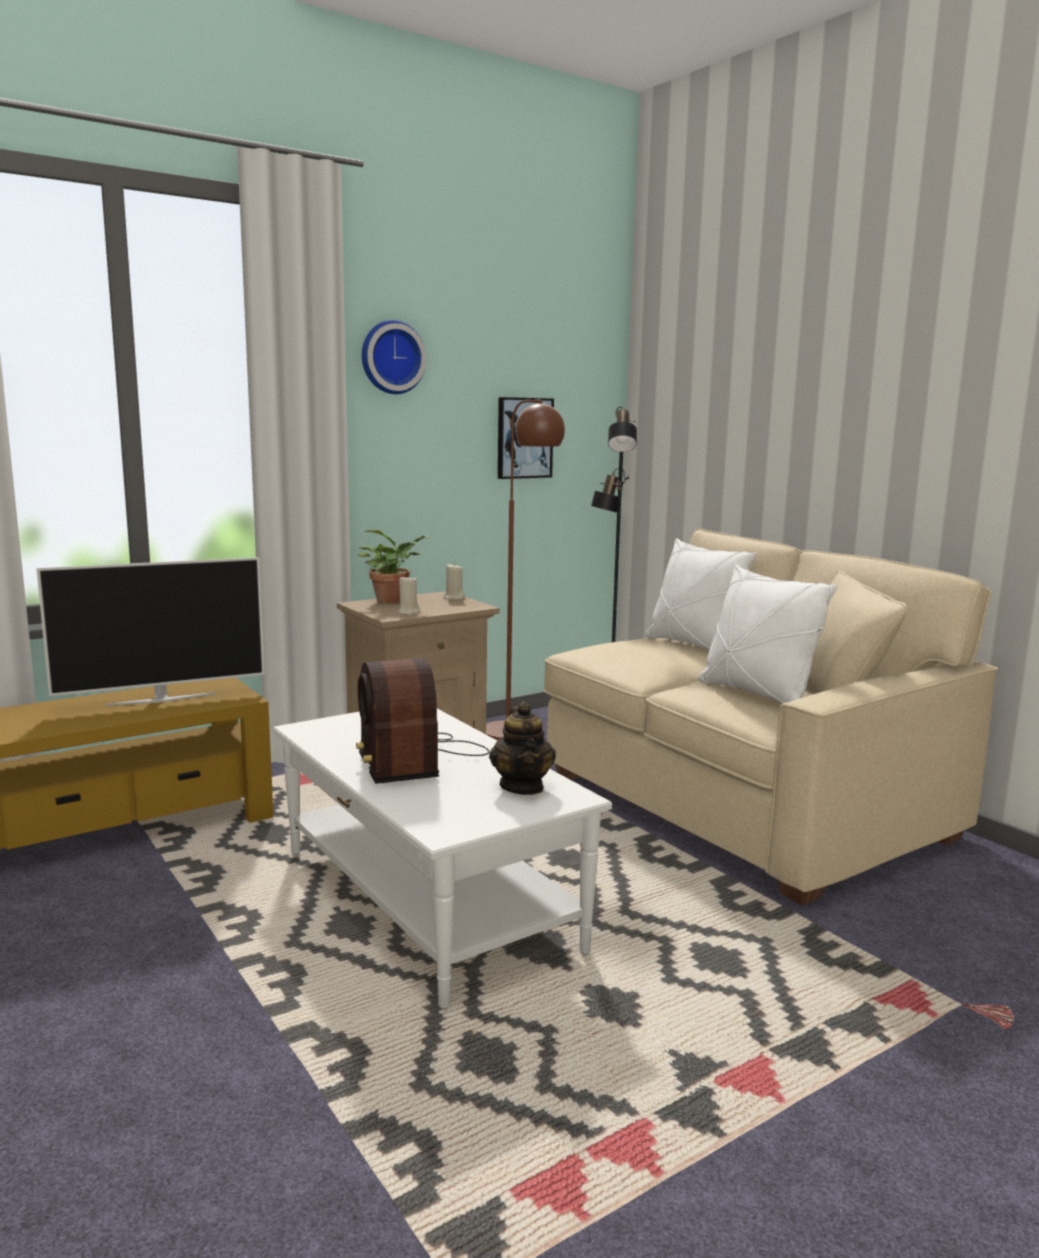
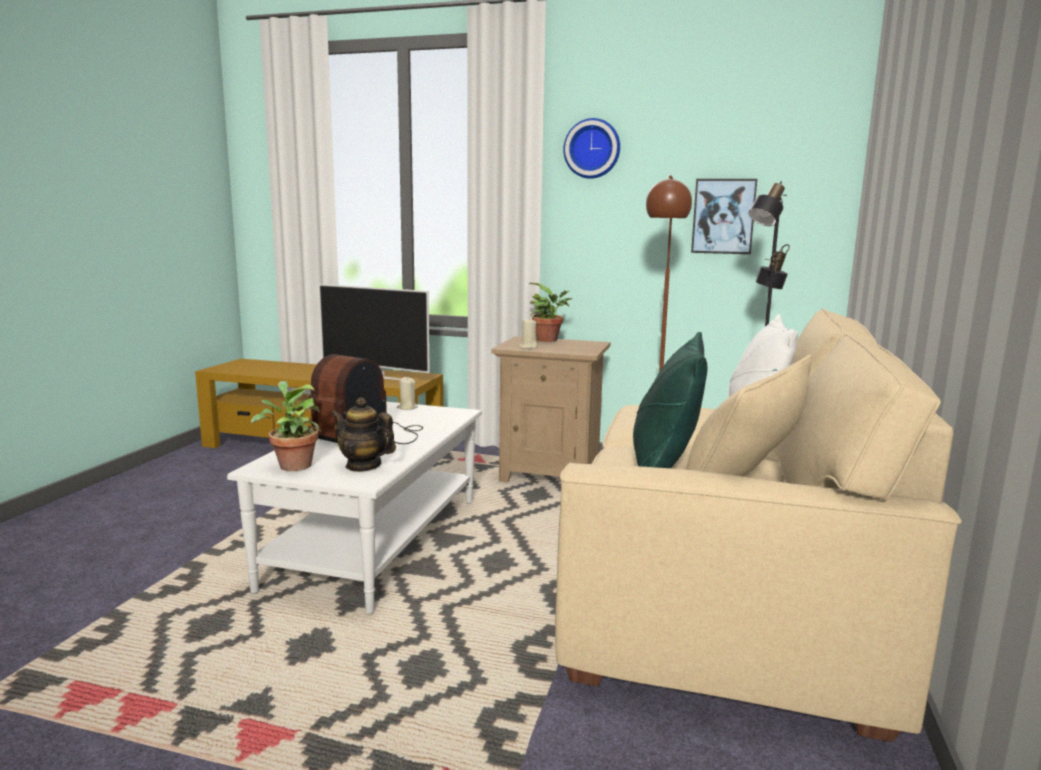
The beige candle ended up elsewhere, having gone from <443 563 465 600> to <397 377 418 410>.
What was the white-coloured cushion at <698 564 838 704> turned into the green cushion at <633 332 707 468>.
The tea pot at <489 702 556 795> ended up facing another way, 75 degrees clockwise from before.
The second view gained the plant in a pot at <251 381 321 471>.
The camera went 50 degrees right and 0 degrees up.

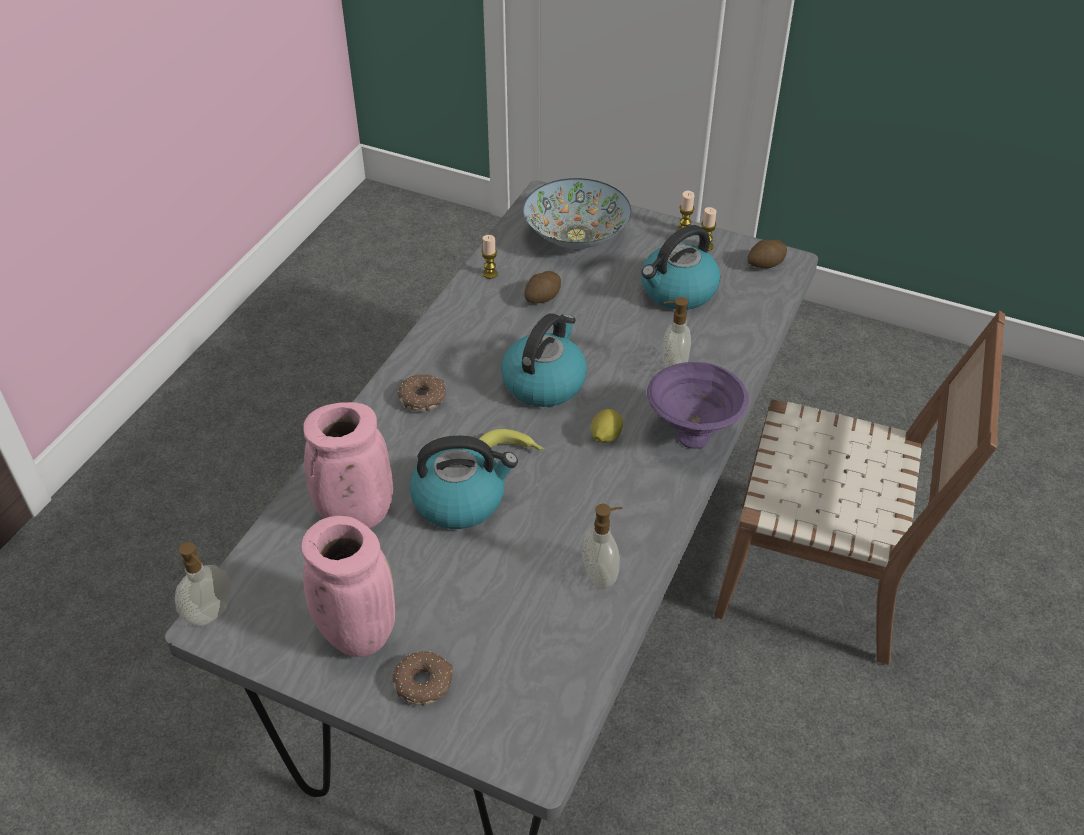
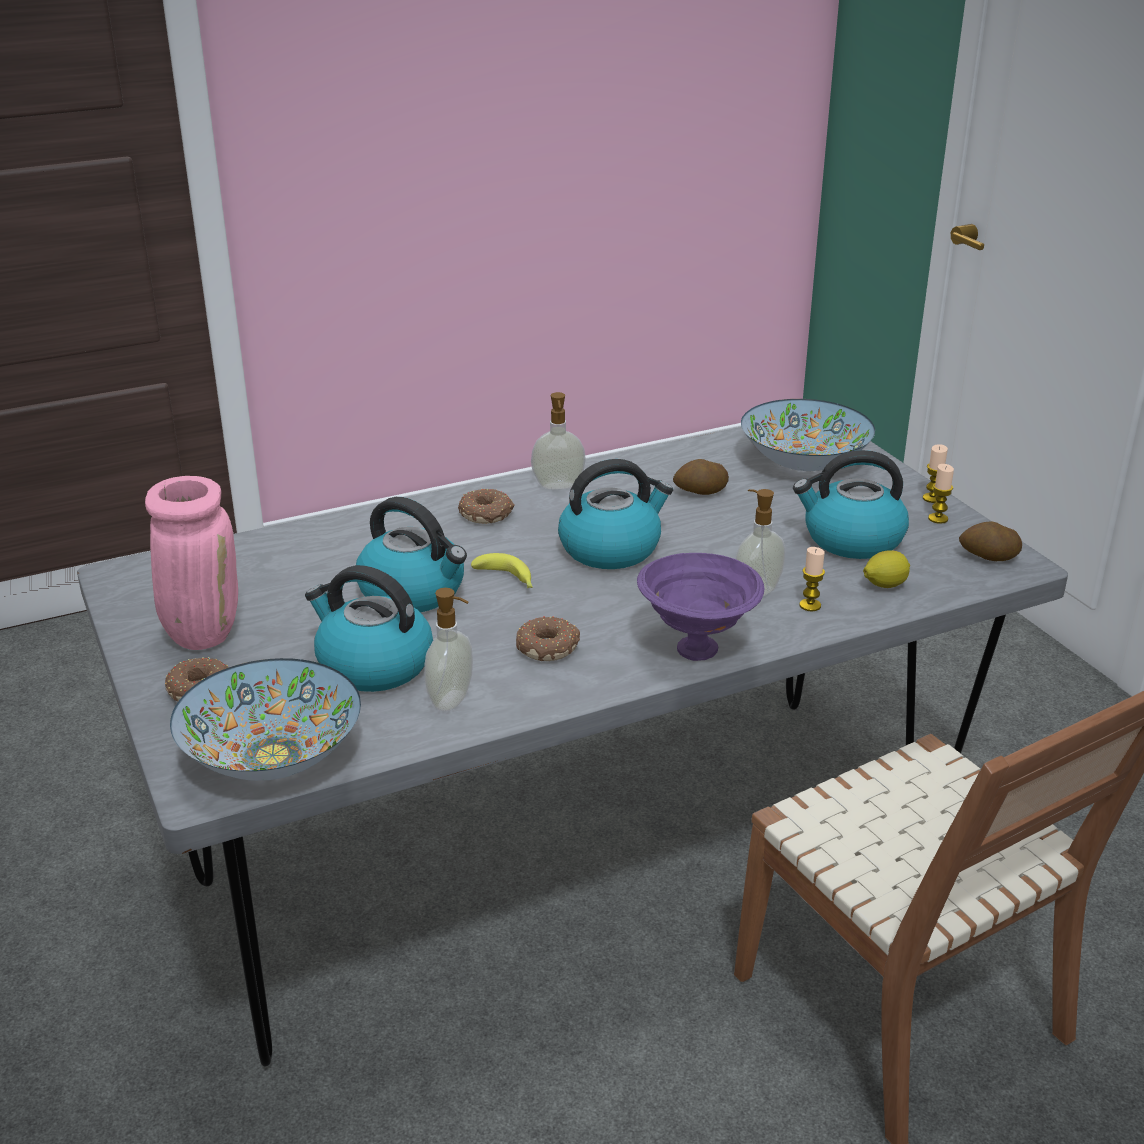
The candle ended up elsewhere, having gone from <481 235 498 279> to <799 547 825 611>.
The second view lost the pink flower vase at <303 402 393 528>.
The whole lemon ended up elsewhere, having gone from <590 409 623 443> to <863 550 910 588>.
The soap bottle ended up elsewhere, having gone from <175 542 231 626> to <531 392 586 489>.
The second view gained the kettle at <305 565 433 692>.
The second view gained the doughnut at <516 616 580 661>.
The second view gained the bowl at <170 658 361 781>.
The camera went 40 degrees right and 15 degrees down.

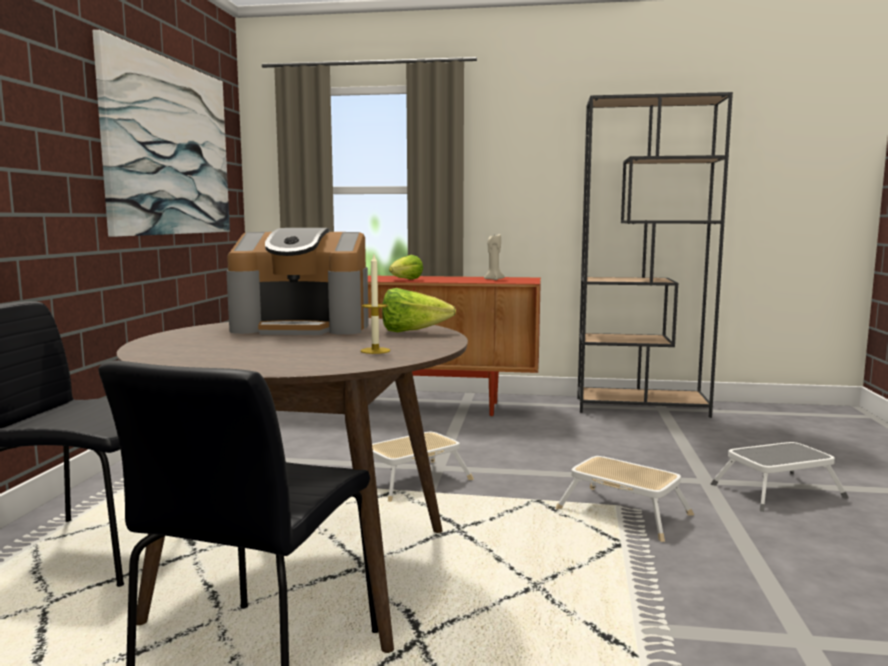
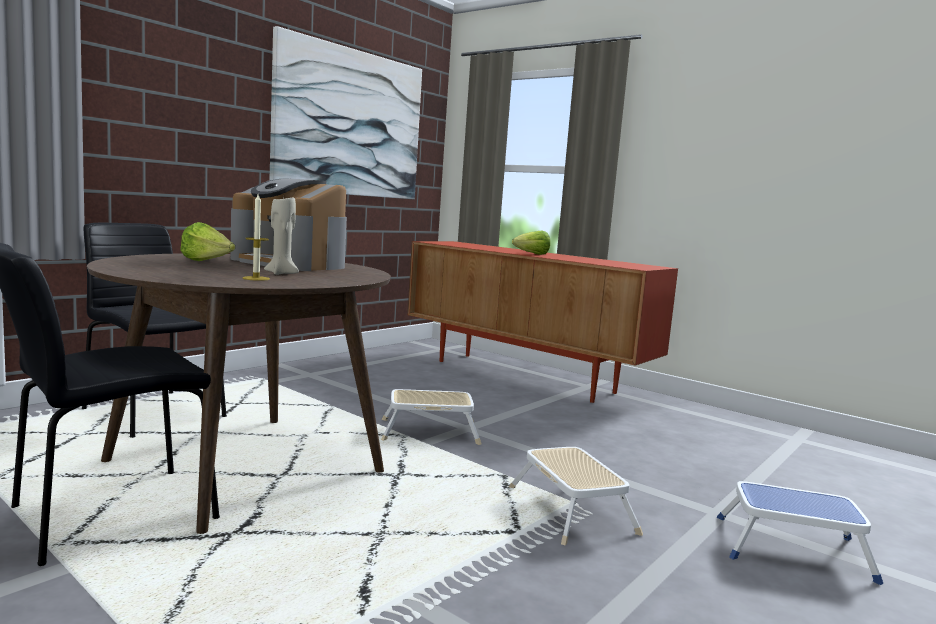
The second view lost the bookcase at <577 92 733 418>.
The beige candle ended up elsewhere, having gone from <484 234 504 280> to <264 196 299 275>.
The lettuce head ended up elsewhere, having gone from <382 288 456 332> to <180 222 235 261>.
What was the gray stepladder at <710 442 849 512> turned into the blue stepladder at <717 481 883 585>.
The camera went 30 degrees right and 0 degrees up.

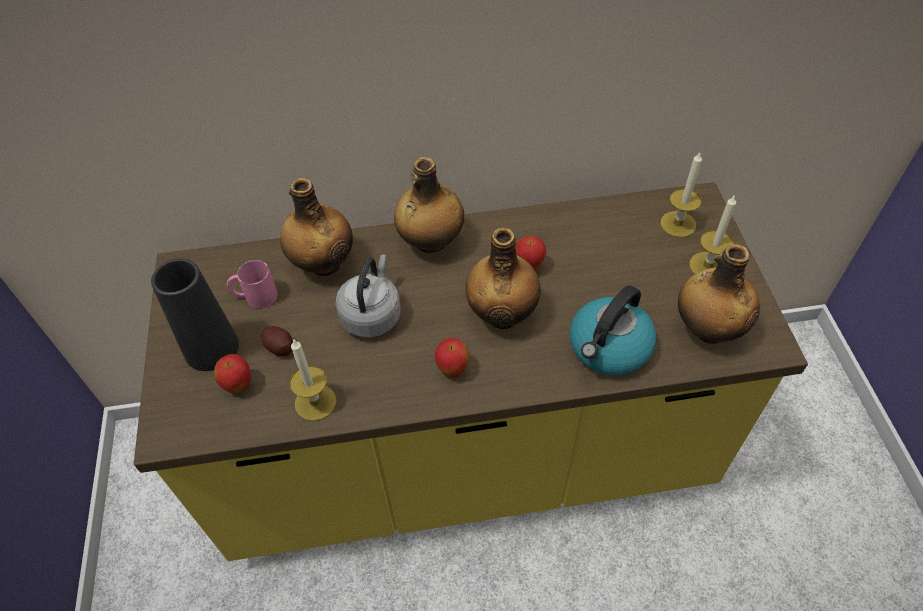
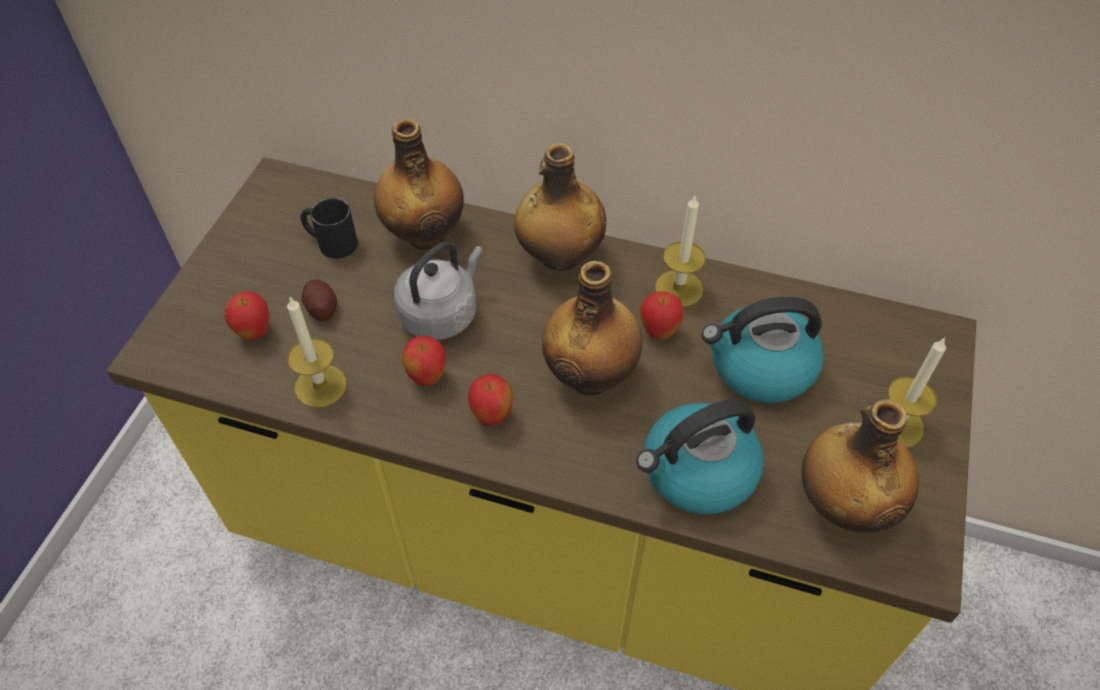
The candle ended up elsewhere, having gone from <660 153 702 238> to <655 195 706 307>.
The second view lost the black-coloured flower vase at <151 259 239 371>.
What was the pink coffee mug at <227 260 277 308> turned into the black-coloured coffee mug at <301 198 358 259>.
The second view gained the kettle at <701 297 824 403>.
The second view gained the apple fruit at <402 336 446 386>.
The camera went 25 degrees right and 0 degrees up.

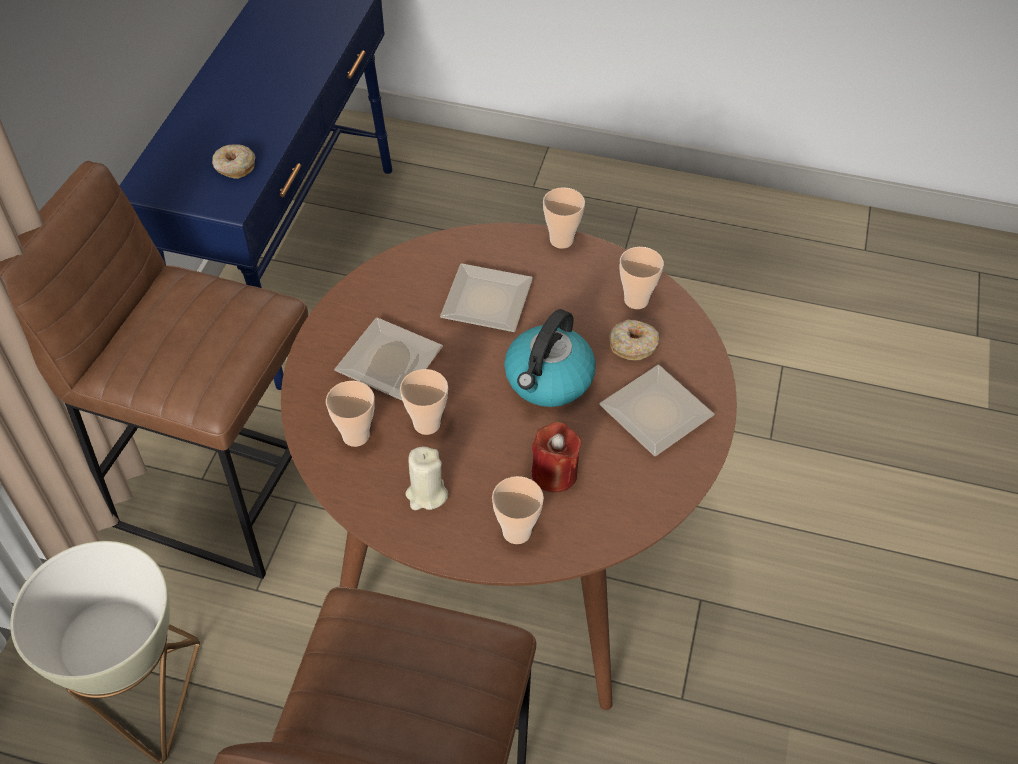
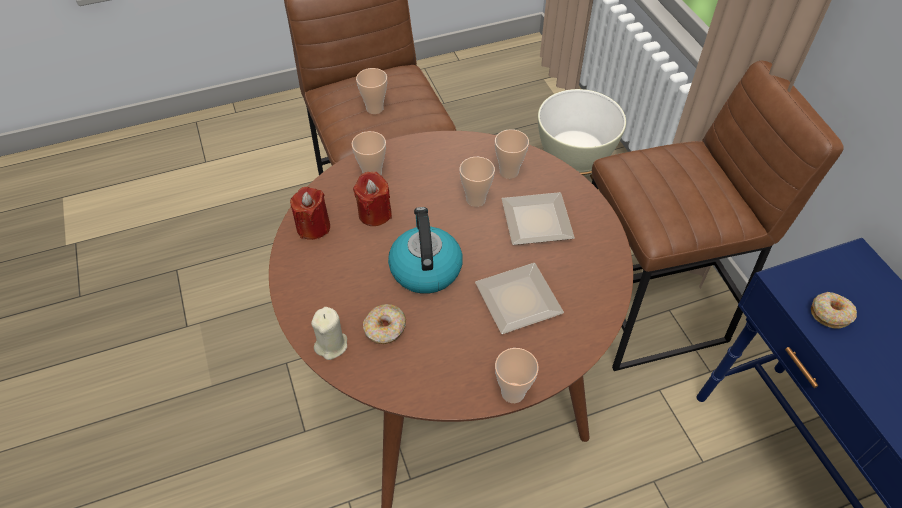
The cup ended up elsewhere, having gone from <620 247 664 309> to <356 68 387 114>.
The second view lost the dinner plate at <599 365 714 456>.
The beige candle ended up elsewhere, having gone from <406 447 448 510> to <311 307 347 360>.
The second view gained the reddish candle at <290 187 330 240>.
The camera went 145 degrees right and 0 degrees up.

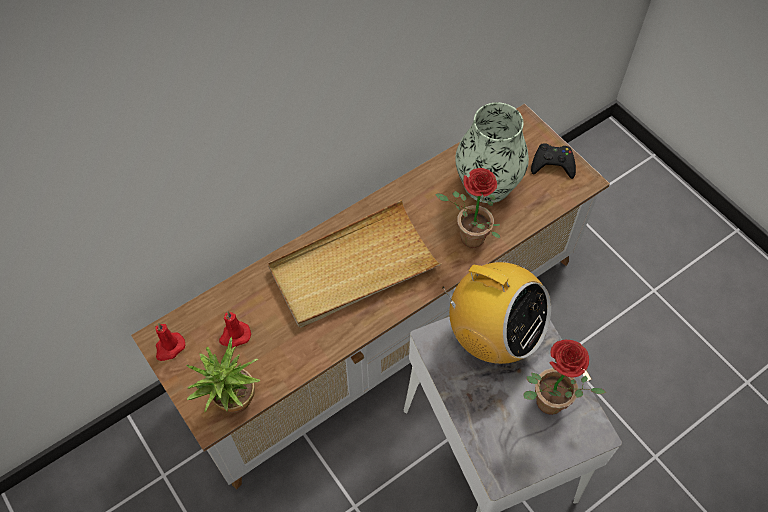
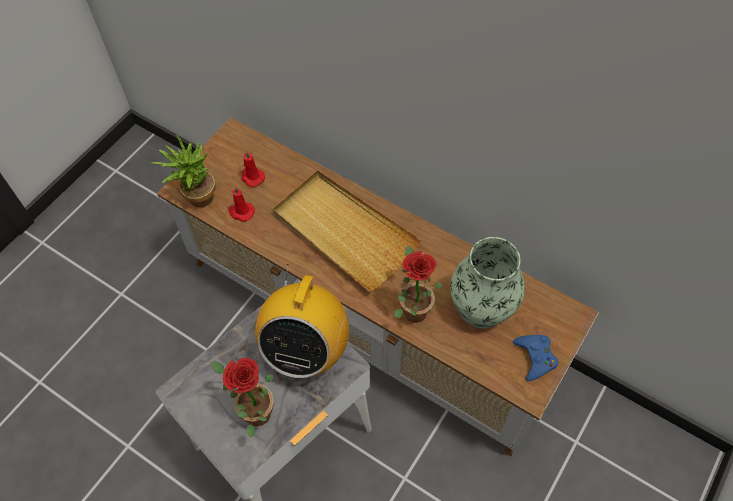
What was the black-coloured game controller at <531 143 576 179> turned into the blue game controller at <513 335 558 381>.
The reddish candle ended up elsewhere, having gone from <156 323 185 361> to <228 187 255 222>.
The camera went 70 degrees right and 0 degrees up.

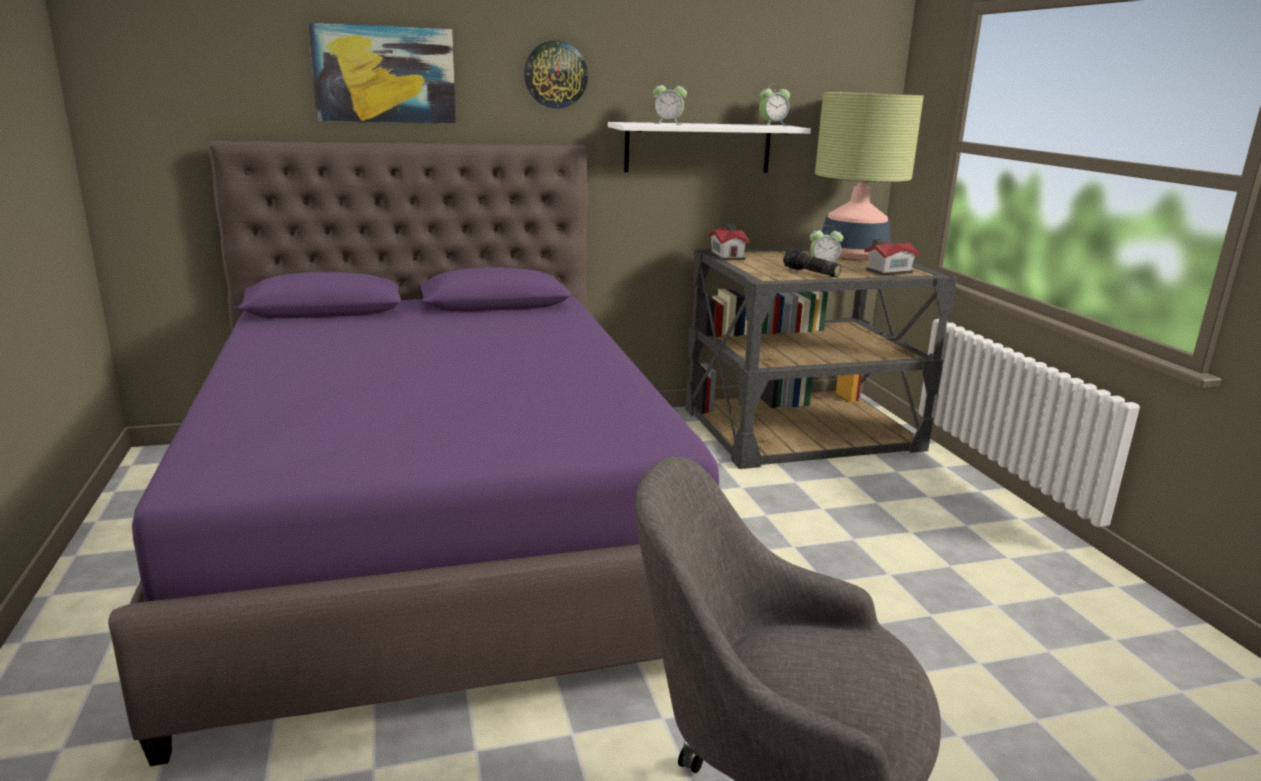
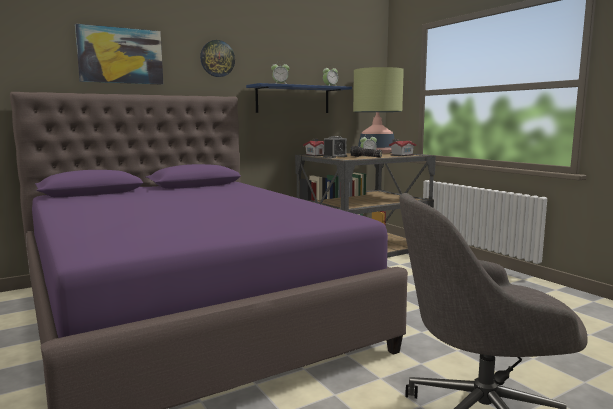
What was the white-coloured bracket shelf at <608 122 811 173> turned into the blue bracket shelf at <246 83 352 113>.
The second view gained the bedside clock at <323 136 347 158>.
The camera went 15 degrees left and 10 degrees down.

